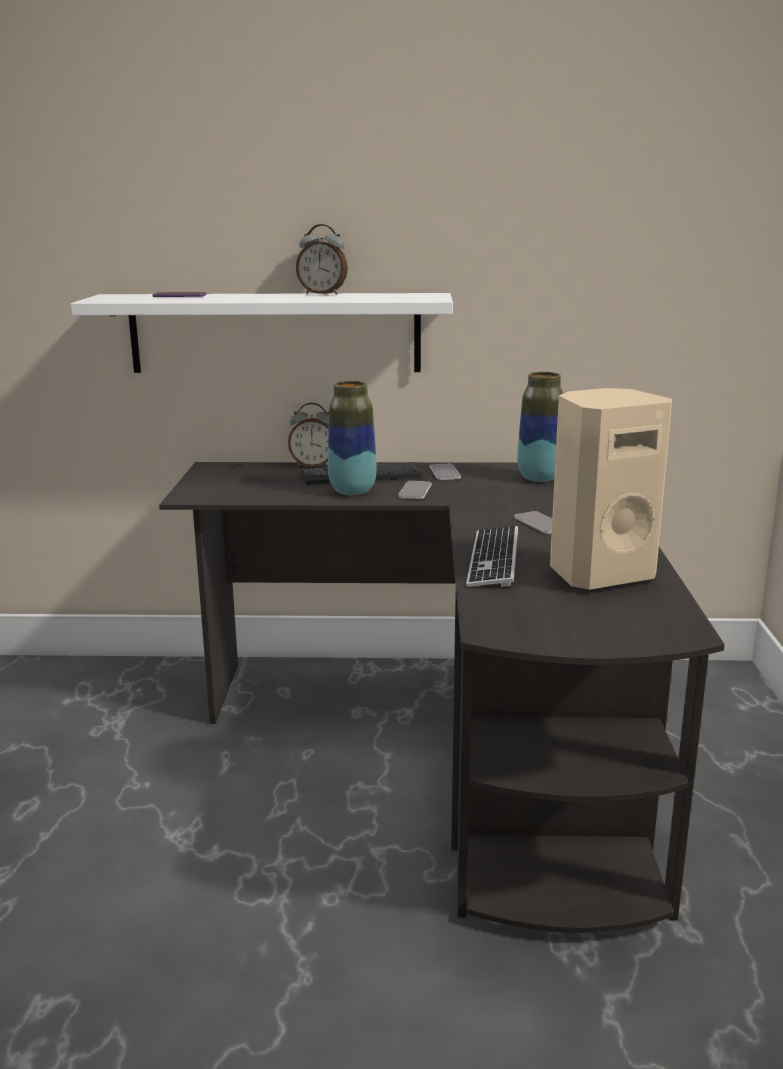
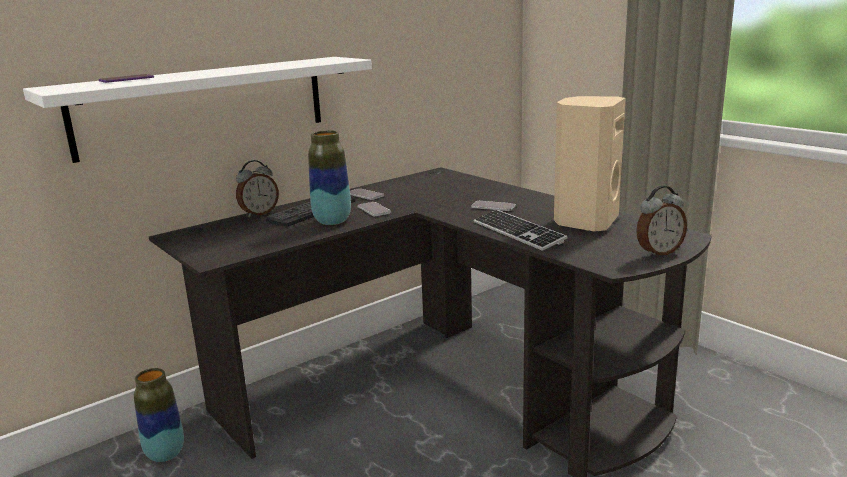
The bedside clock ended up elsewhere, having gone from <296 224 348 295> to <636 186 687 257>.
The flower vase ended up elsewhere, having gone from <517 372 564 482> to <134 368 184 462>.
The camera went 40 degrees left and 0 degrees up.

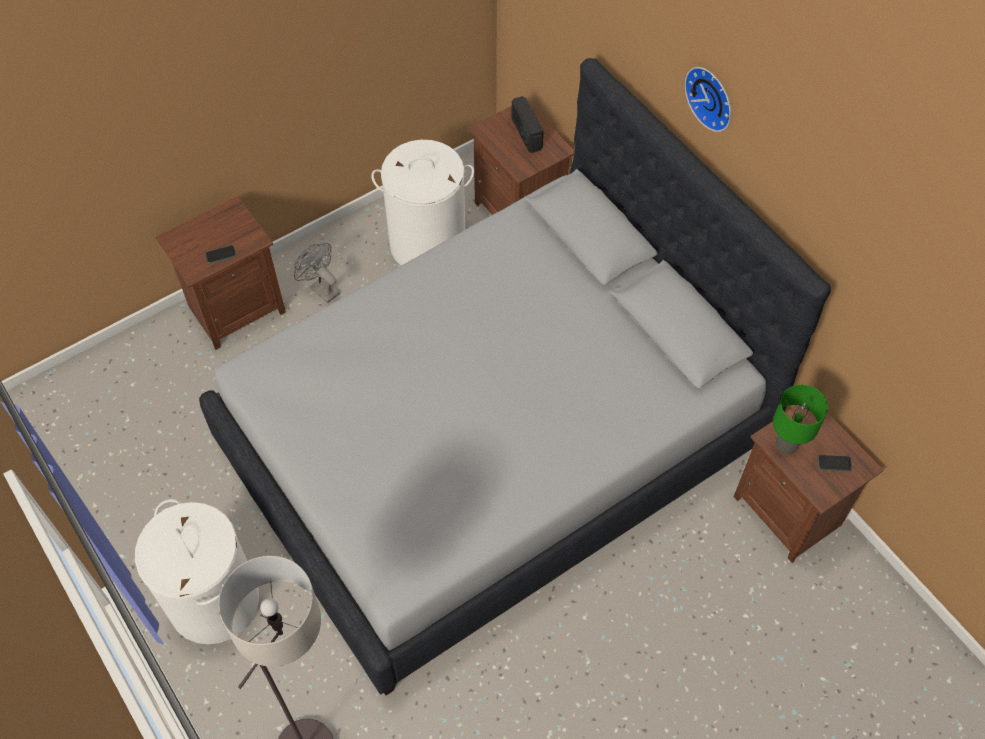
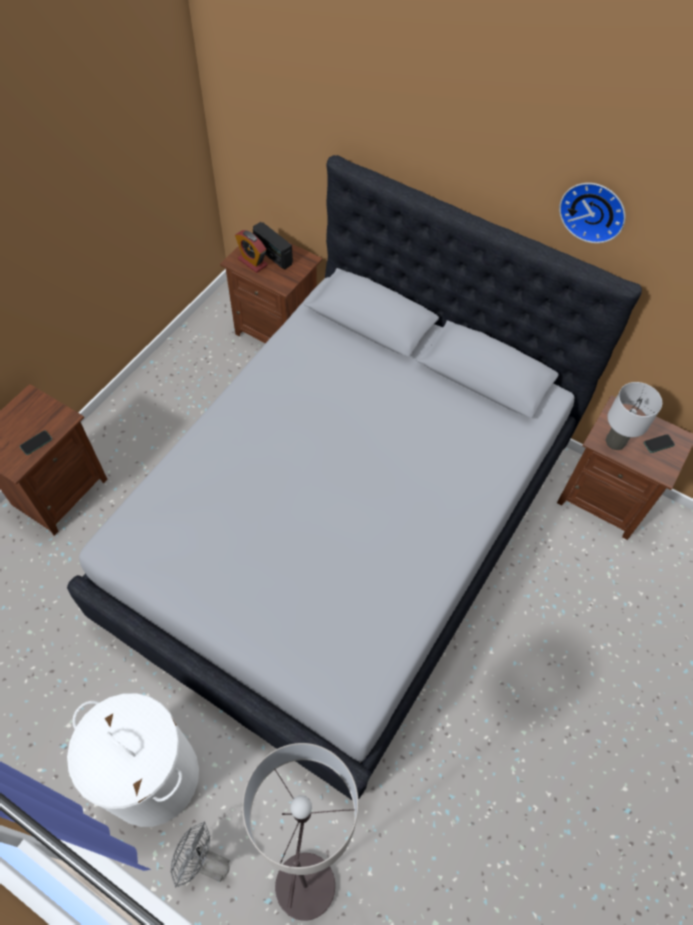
The wall clock ended up elsewhere, having gone from <685 67 731 132> to <559 183 626 243>.
The second view lost the white-coloured washing basket at <371 140 474 266>.
The gray fan ended up elsewhere, having gone from <294 243 340 303> to <171 821 230 888>.
What was the green tabletop lamp at <773 385 828 455> turned into the white-coloured tabletop lamp at <606 382 662 450>.
The second view gained the bedside clock at <235 230 268 273>.
The camera went 25 degrees left and 0 degrees up.

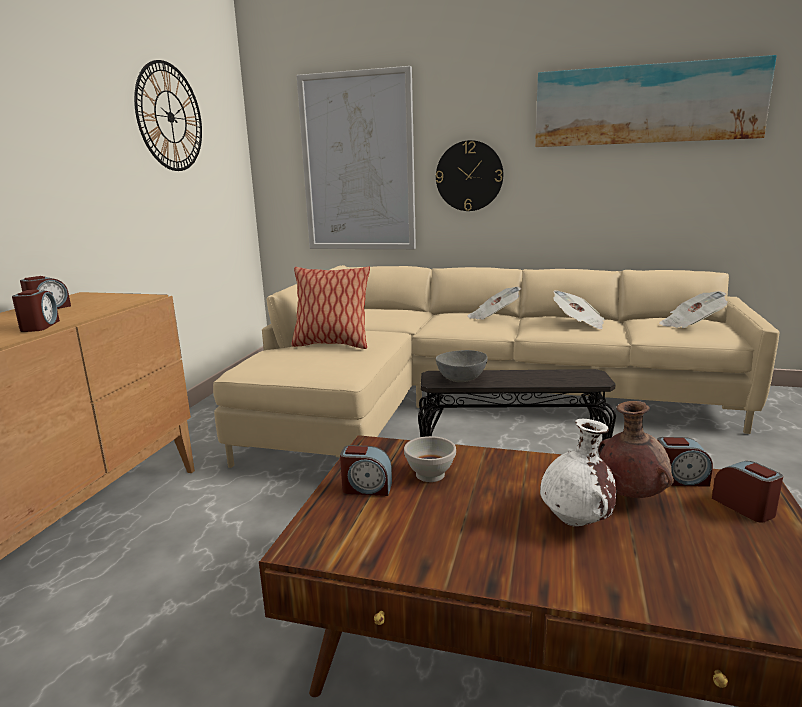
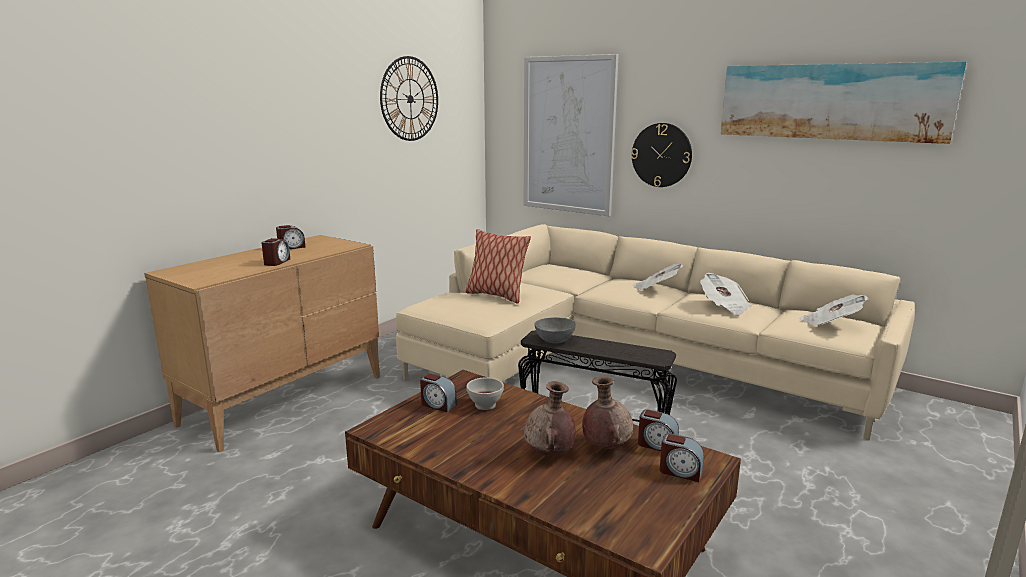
What was the white-coloured flower vase at <540 419 617 527> turned into the brown flower vase at <524 381 576 456>.
The bedside clock at <712 461 783 523> ended up facing another way, 120 degrees clockwise from before.
The camera went 20 degrees right and 0 degrees up.

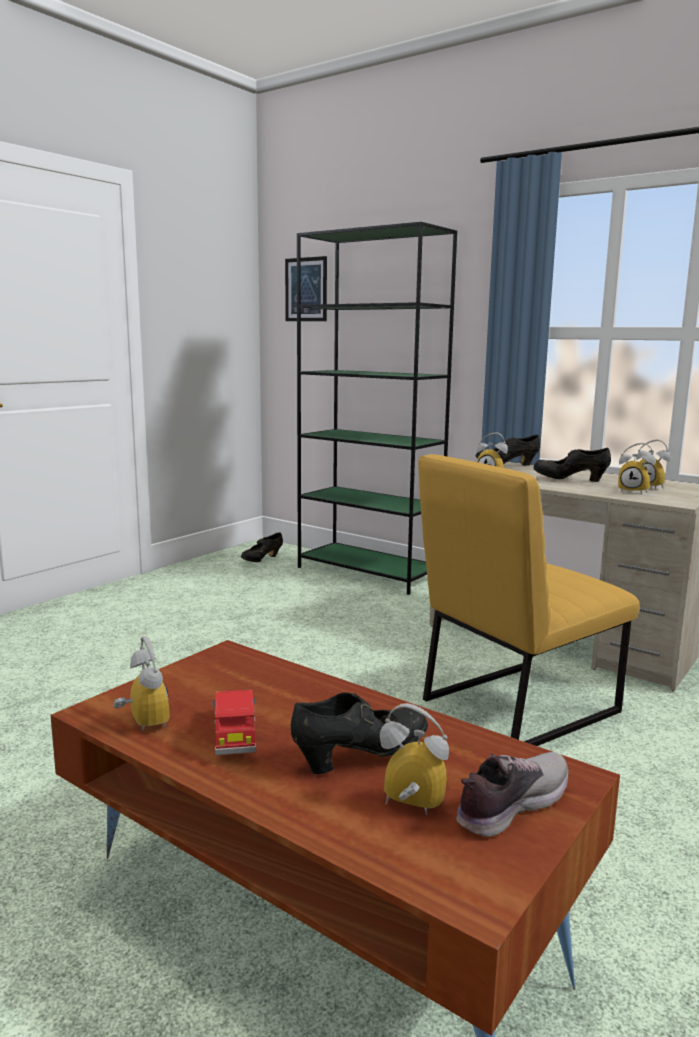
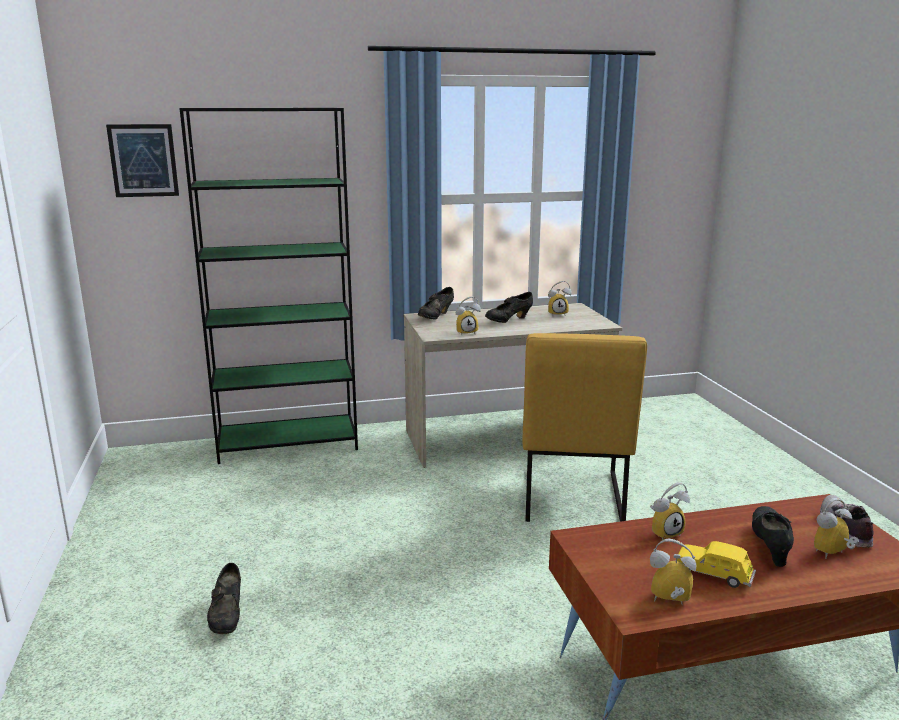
The bedside clock ended up elsewhere, having gone from <618 443 655 494> to <650 482 690 540>.
The black-coloured item of footwear ended up elsewhere, having gone from <241 532 283 562> to <207 563 241 634>.
What was the reddish miniature car at <213 690 256 755> turned into the yellowish miniature car at <675 541 756 588>.
The camera went 50 degrees left and 5 degrees up.

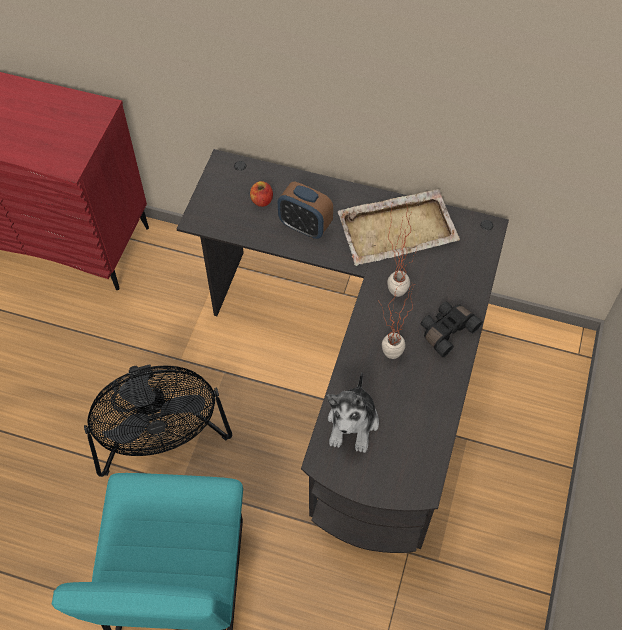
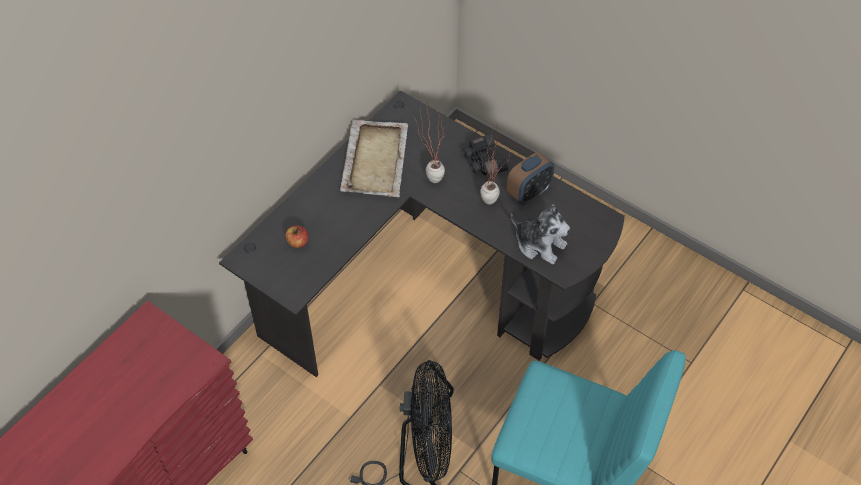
The bedside clock ended up elsewhere, having gone from <278 182 333 239> to <507 152 555 205>.
The camera went 70 degrees left and 5 degrees down.

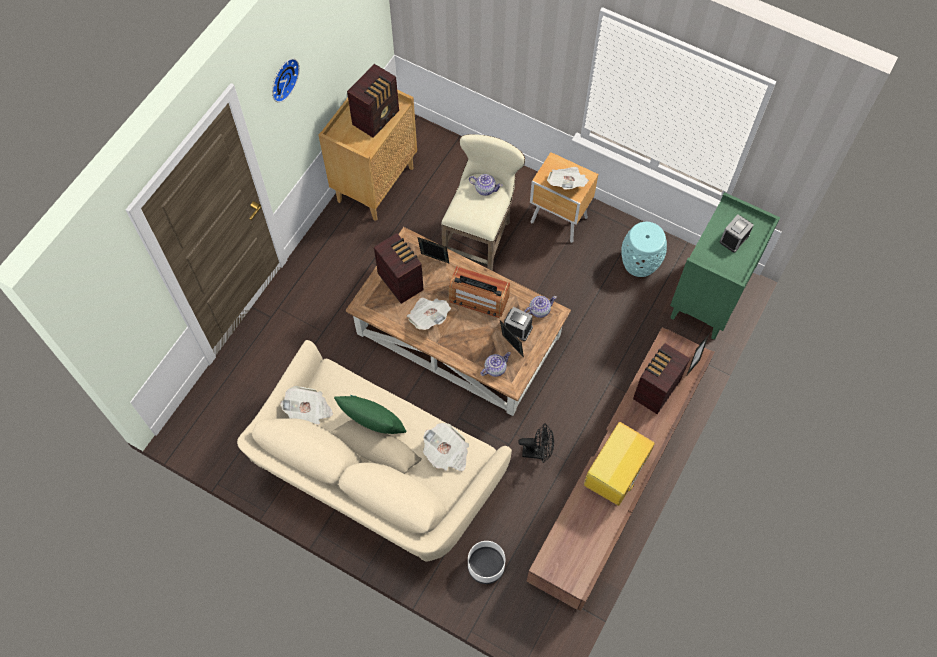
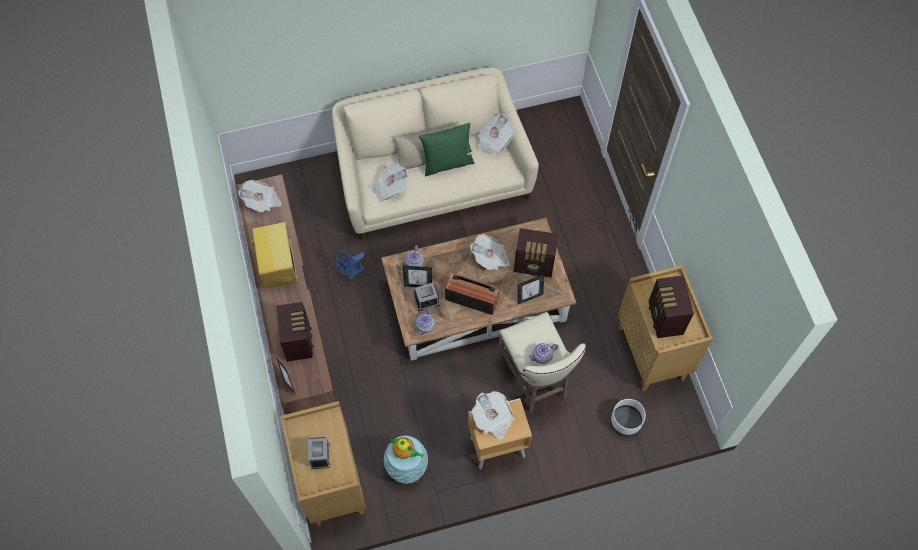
The second view lost the wall clock at <272 58 300 102>.
What was the green cabinet at <670 192 780 339> turned into the brown cabinet at <280 401 366 526>.
The radio set at <449 266 510 318> ended up facing another way, 45 degrees clockwise from before.
What was the black-coloured fan at <518 423 554 463> turned into the blue fan at <335 249 365 280>.
The white-coloured plant pot ended up elsewhere, having gone from <468 541 506 584> to <610 399 646 436>.
The second view gained the printed paper at <238 180 282 213>.
The second view gained the tea pot at <390 437 424 459>.
The camera went 135 degrees right and 0 degrees up.

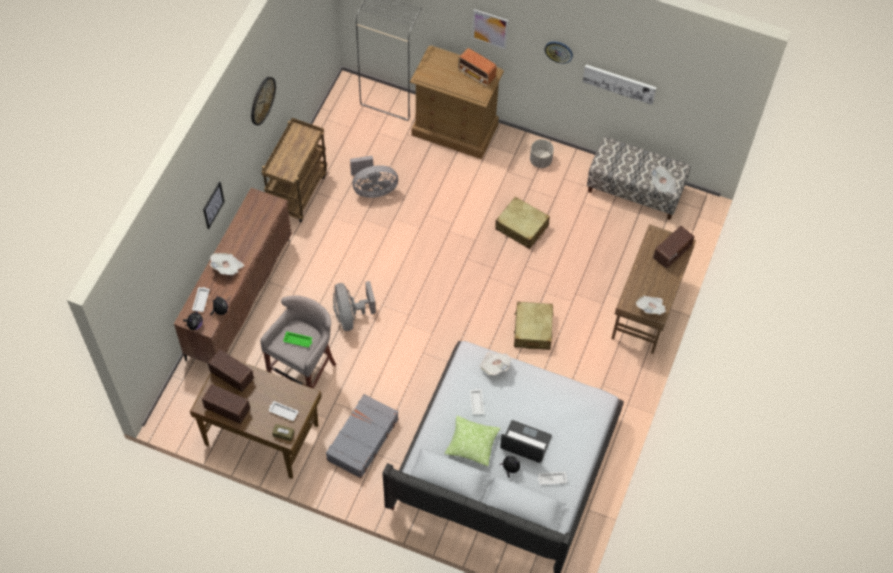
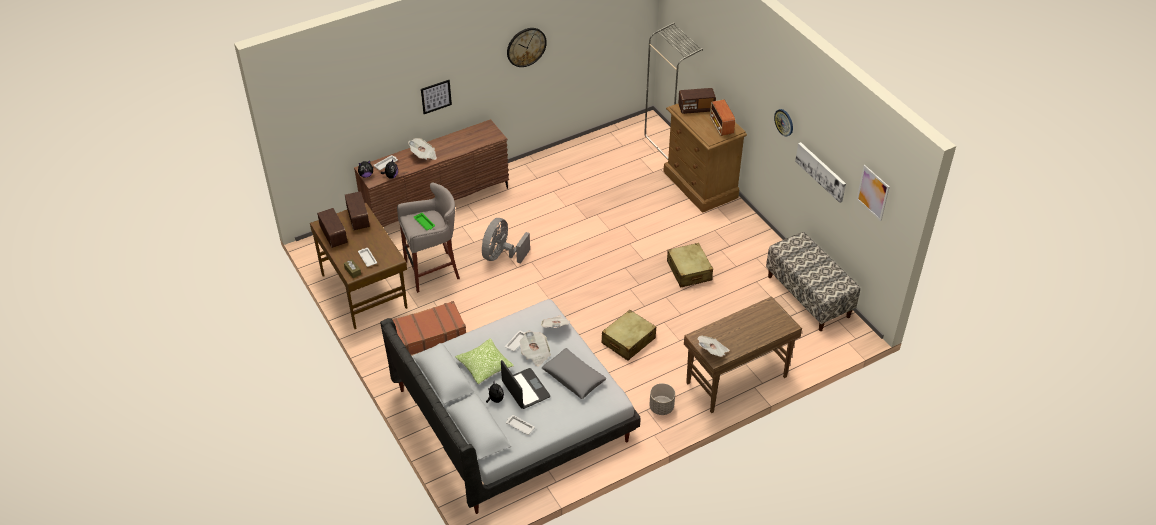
The picture ended up elsewhere, having gone from <472 9 509 50> to <857 165 890 221>.
The second view lost the brown cart at <262 118 327 222>.
The gray plant pot ended up elsewhere, having gone from <530 139 554 168> to <649 383 675 415>.
The second view lost the gray fan at <350 156 398 198>.
The printed paper ended up elsewhere, having gone from <651 166 676 195> to <520 331 551 366>.
The radio set ended up elsewhere, having gone from <653 226 695 269> to <678 88 716 114>.
What was the gray travel case at <326 394 399 478> turned into the brown travel case at <393 301 466 355>.
The second view gained the gray cushion at <542 348 606 399>.
The camera went 40 degrees right and 15 degrees down.

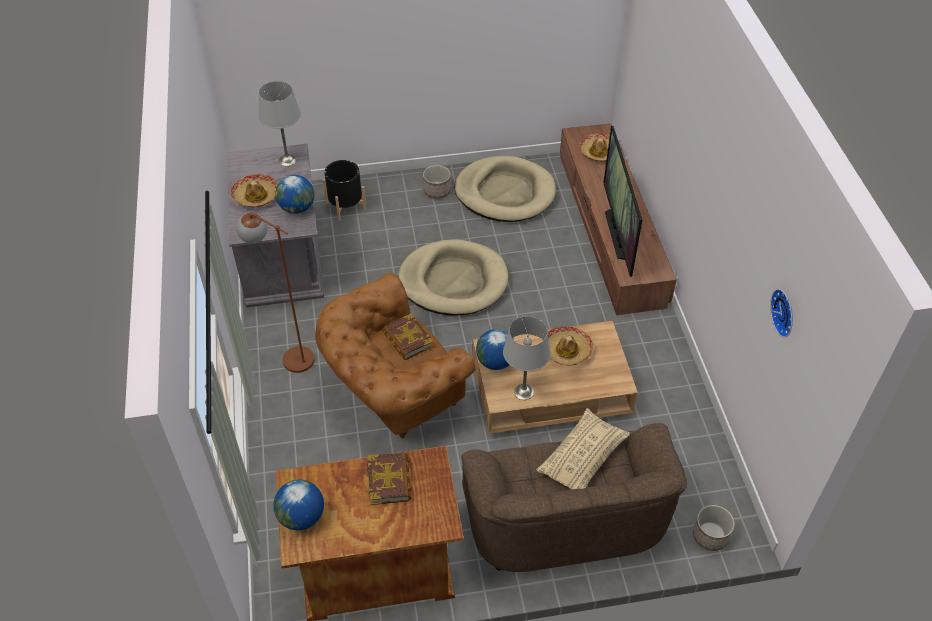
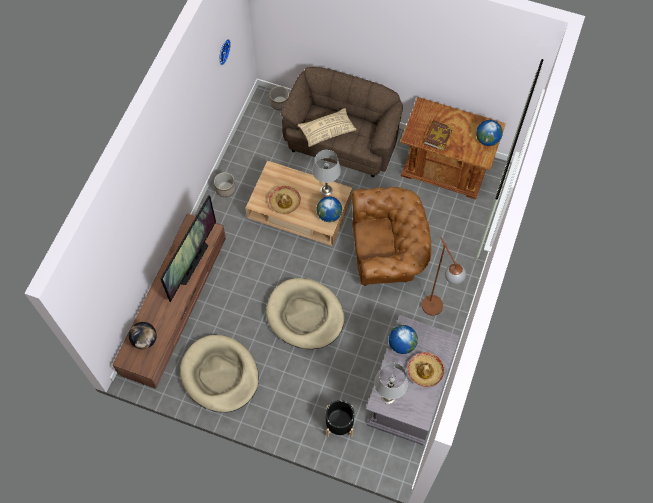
Where the clothing hat stood at <578 133 621 162>, the desk globe came to stand at <129 322 157 349>.
The plant pot ended up elsewhere, having gone from <423 165 451 199> to <214 172 236 197>.
The second view lost the bound book at <382 314 433 360>.
The camera went 150 degrees left and 15 degrees up.

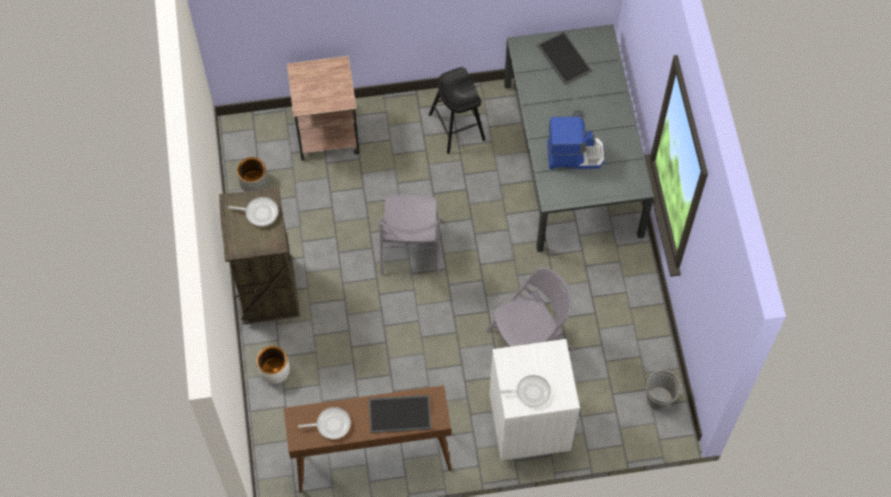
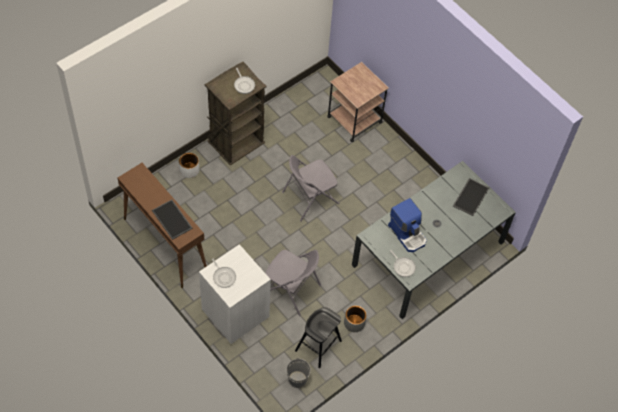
The black-coloured sitting stool ended up elsewhere, having gone from <429 67 485 154> to <295 307 342 368>.
The gray plant pot ended up elsewhere, having gone from <237 157 268 192> to <344 305 367 332>.
The pan ended up elsewhere, having gone from <298 407 351 439> to <390 250 416 277>.
The camera went 55 degrees right and 5 degrees down.

